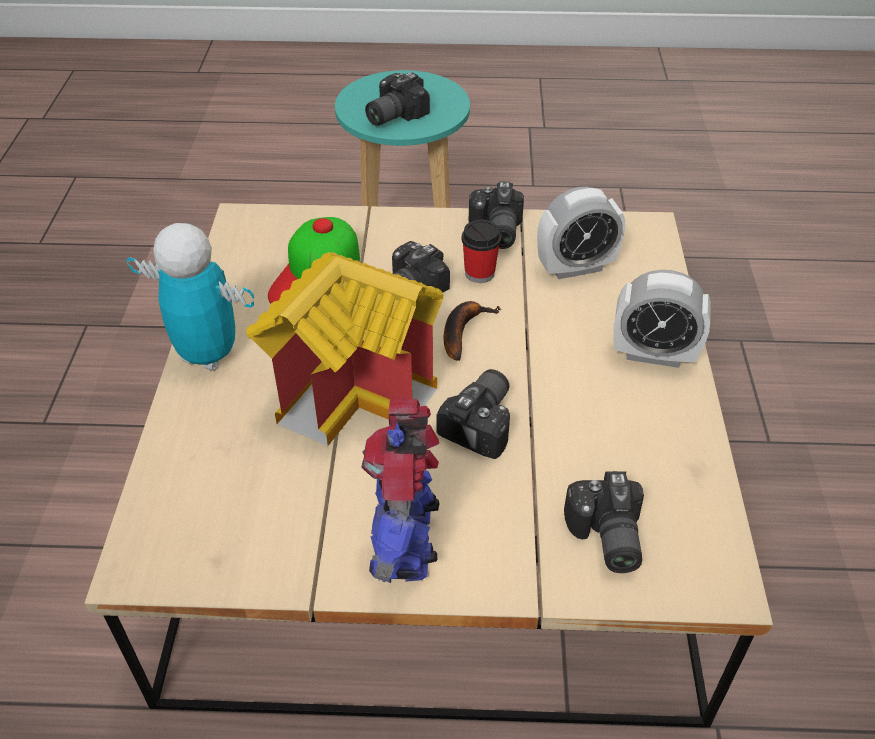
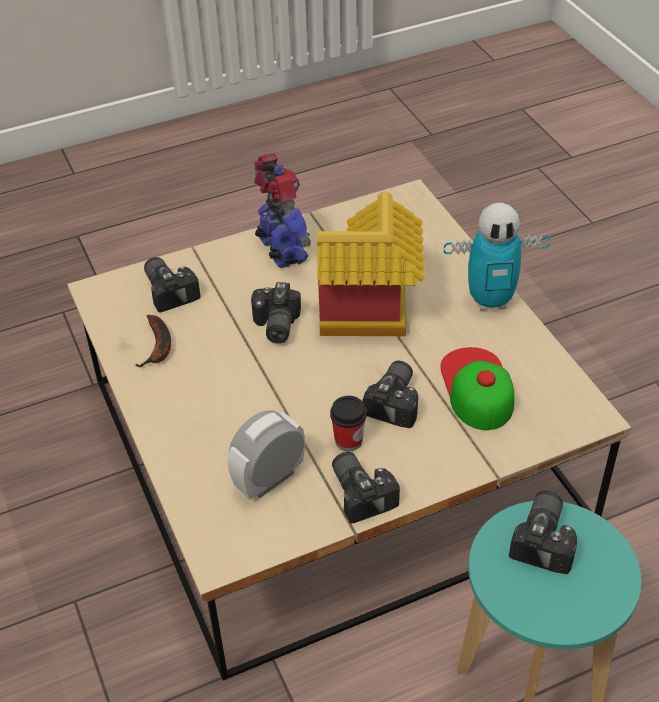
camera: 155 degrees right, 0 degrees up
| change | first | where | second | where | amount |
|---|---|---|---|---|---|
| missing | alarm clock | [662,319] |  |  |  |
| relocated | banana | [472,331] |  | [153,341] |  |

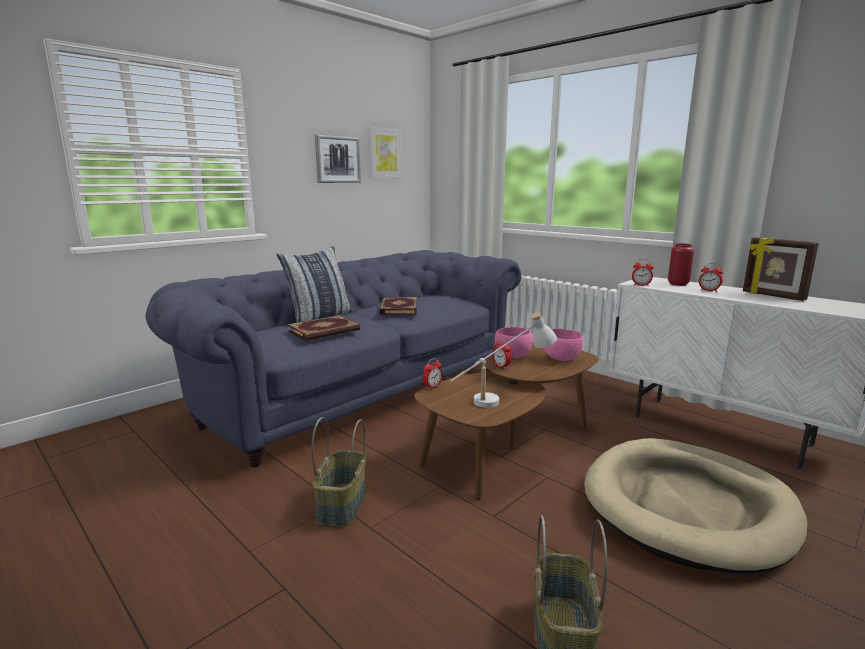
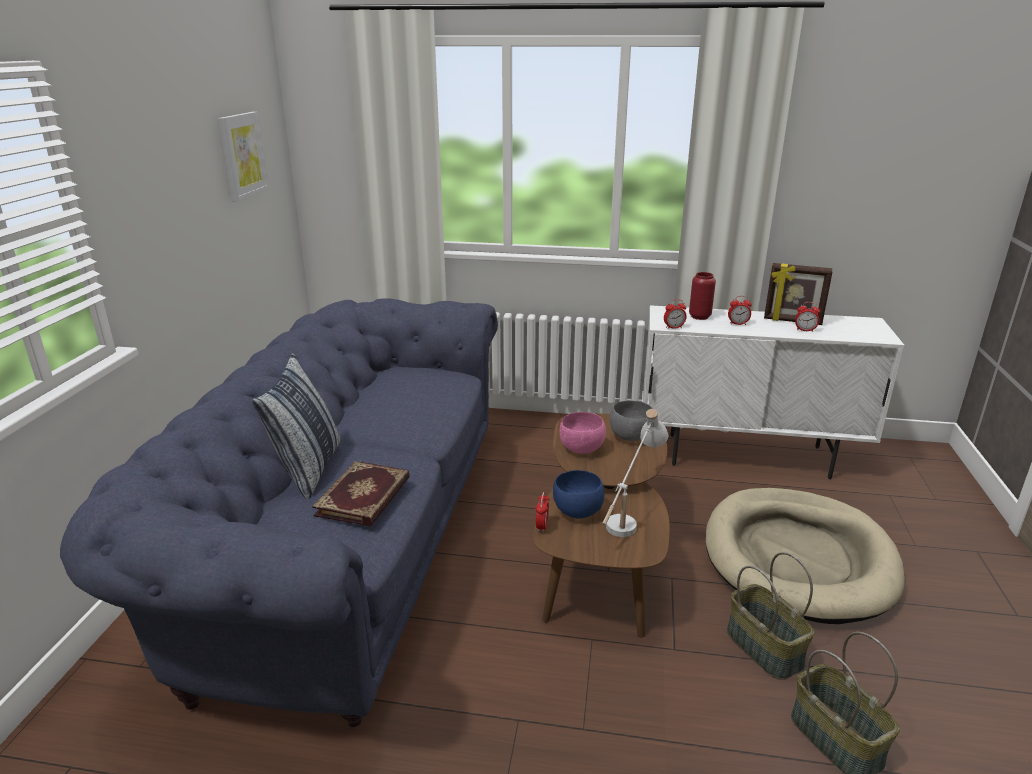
camera: 35 degrees left, 10 degrees up
| change | first | where | second | where | amount |
|---|---|---|---|---|---|
| missing | picture | [338,159] |  |  |  |
| missing | book | [398,306] |  |  |  |
| colour | pink bowl | [563,345] | grey bowl | [631,421] |  |
| relocated | alarm clock | [501,354] |  | [807,317] |  |
| relocated | basket | [339,472] |  | [770,616] |  |
| appeared |  |  | blue bowl | [579,494] |  |

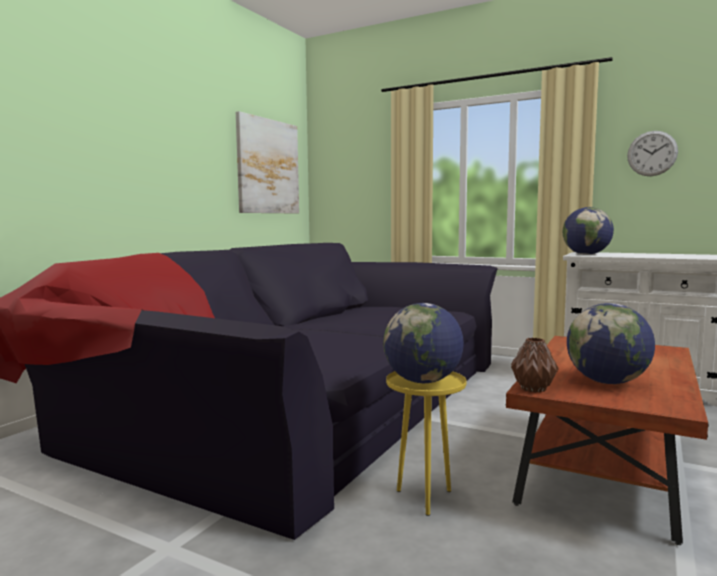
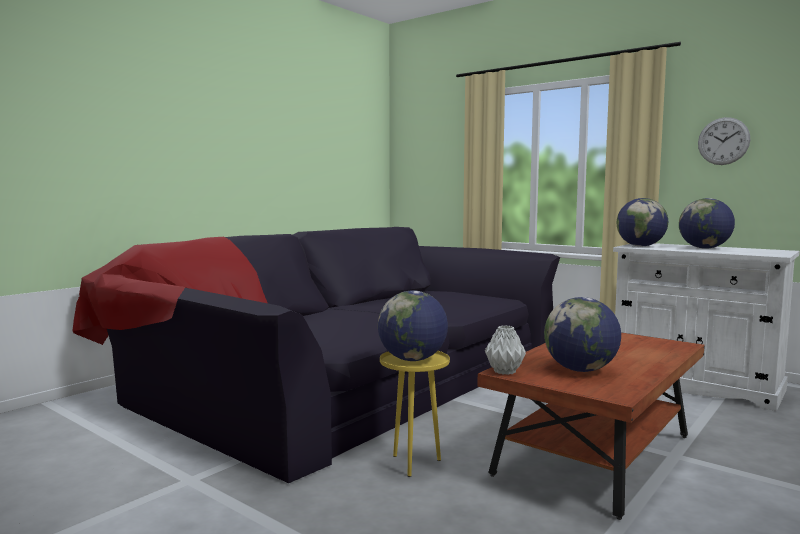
camera: 10 degrees right, 0 degrees up
| change | first | where | second | where | amount |
|---|---|---|---|---|---|
| missing | picture | [267,162] |  |  |  |
| colour | brown vase | [535,365] | grey vase | [505,350] |  |
| appeared |  |  | globe | [707,223] |  |

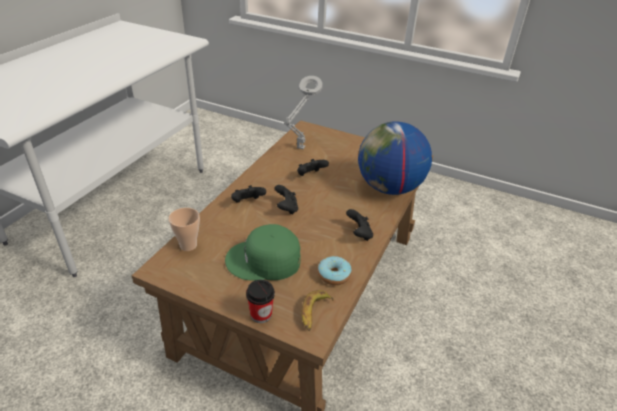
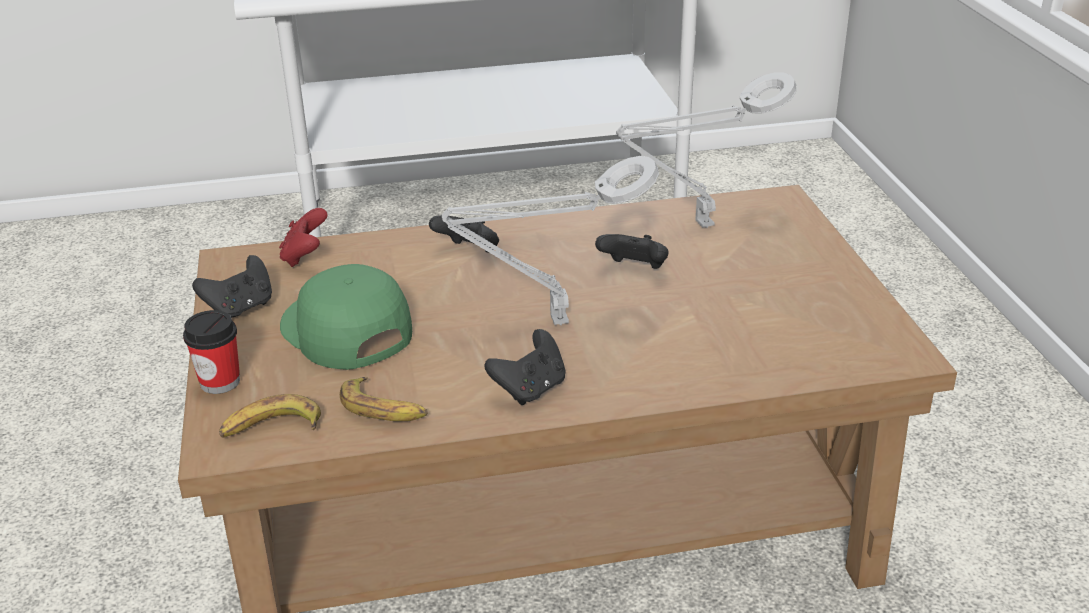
camera: 55 degrees right, 5 degrees down
| change | first | where | second | where | amount |
|---|---|---|---|---|---|
| missing | globe | [395,158] |  |  |  |
| relocated | black game controller | [286,200] |  | [232,286] |  |
| exchanged | cup | [184,229] | red game controller | [303,237] |  |
| exchanged | donut | [335,270] | banana | [384,399] |  |
| appeared |  |  | grey table lamp | [550,240] |  |

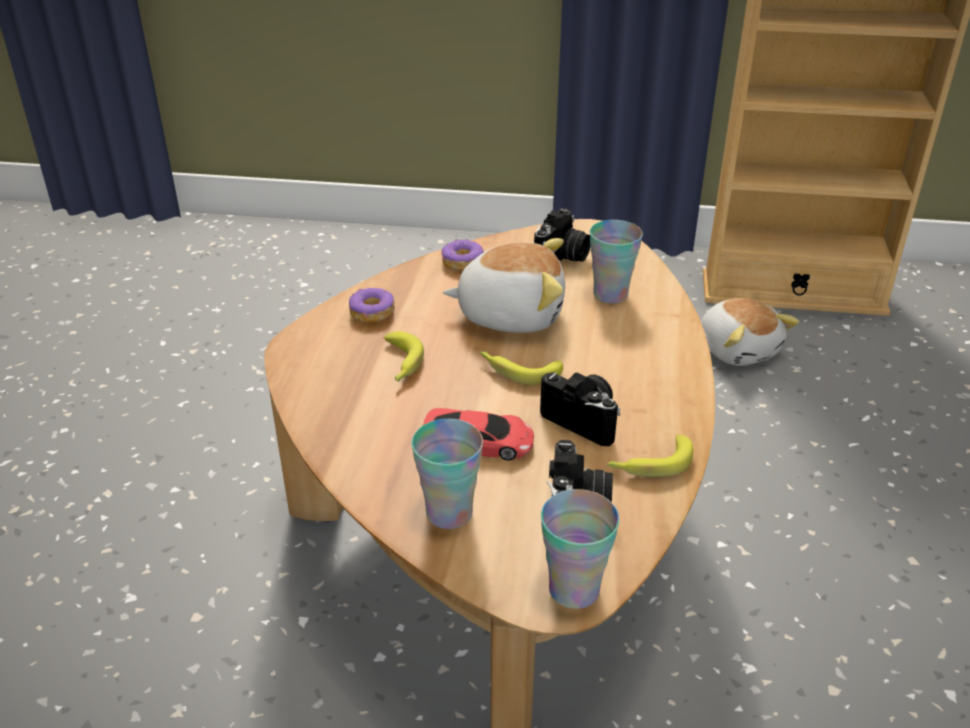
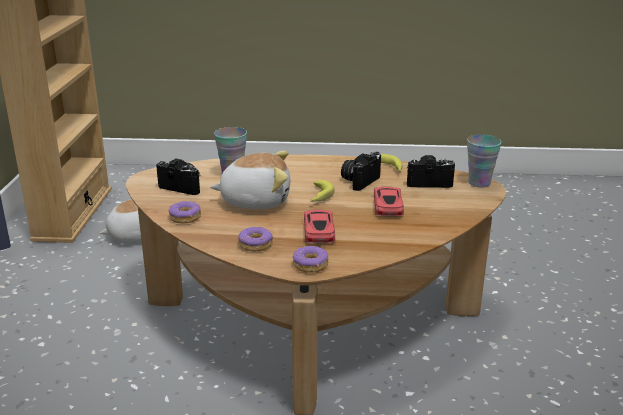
camera: 95 degrees left, 10 degrees down
| change | first | where | second | where | amount |
|---|---|---|---|---|---|
| spun | plush toy | [504,285] |  | [250,180] | 90 degrees clockwise |
| exchanged | banana | [404,356] | red toy car | [319,226] |  |
| missing | cup | [447,474] |  |  |  |
| appeared |  |  | donut | [310,259] |  |

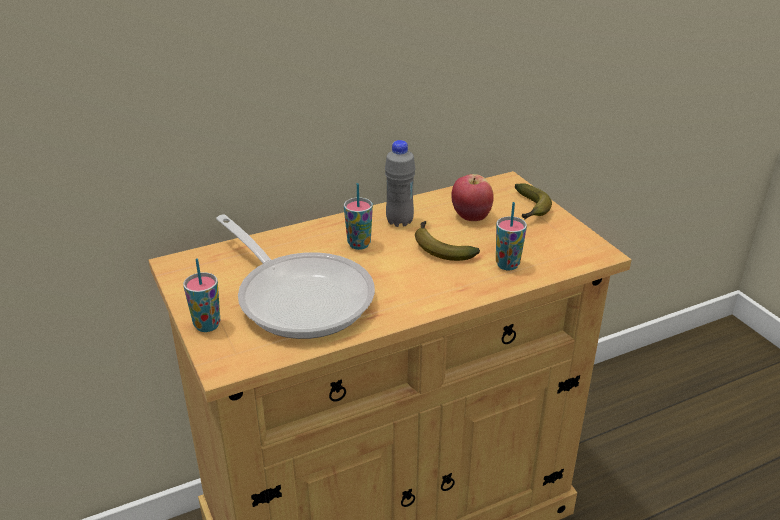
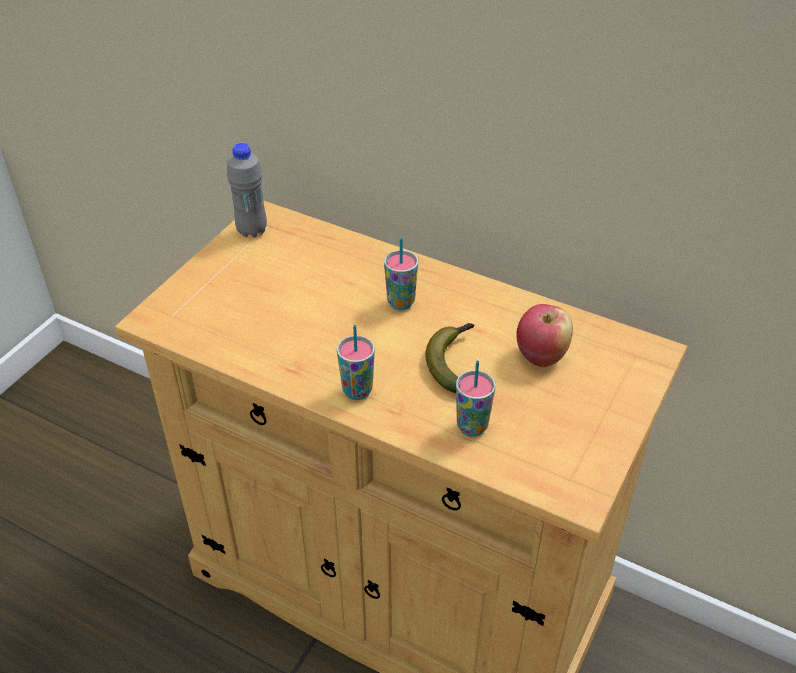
camera: 55 degrees right, 10 degrees up
| change | first | where | second | where | amount |
|---|---|---|---|---|---|
| relocated | grey bottle | [400,183] |  | [247,190] |  |
| missing | banana | [533,201] |  |  |  |
| missing | frying pan | [295,276] |  |  |  |
| relocated | cup | [202,295] |  | [356,362] |  |

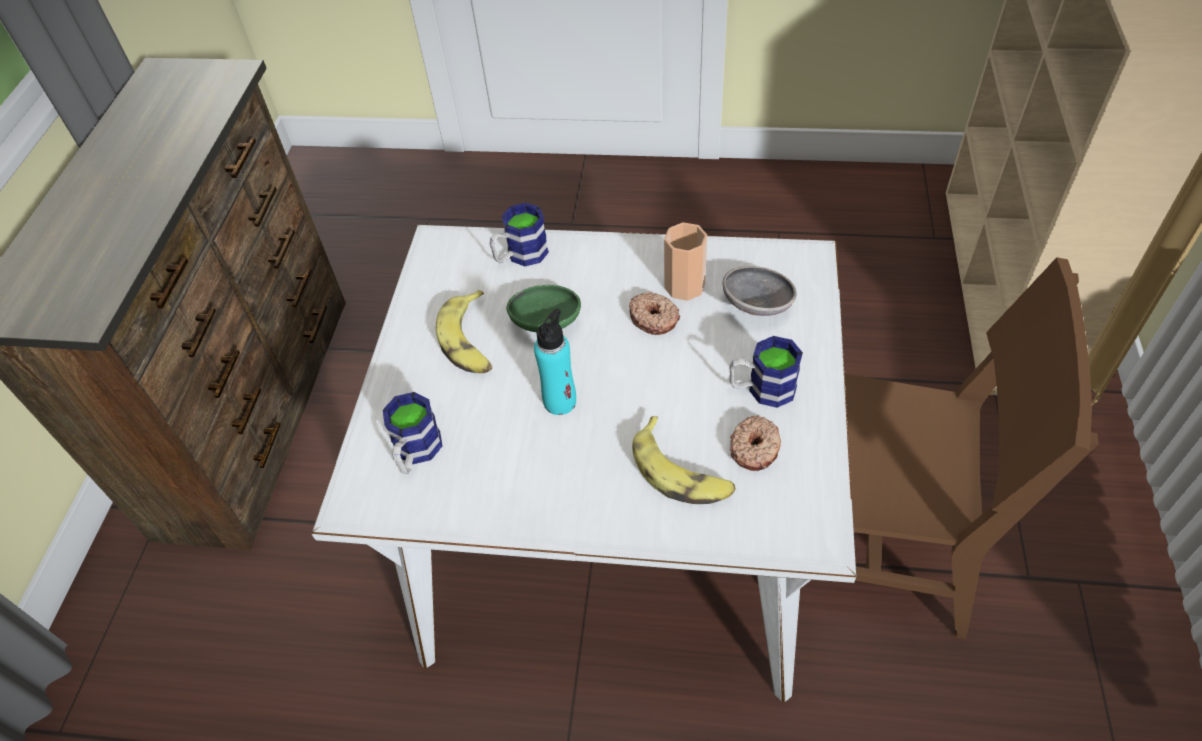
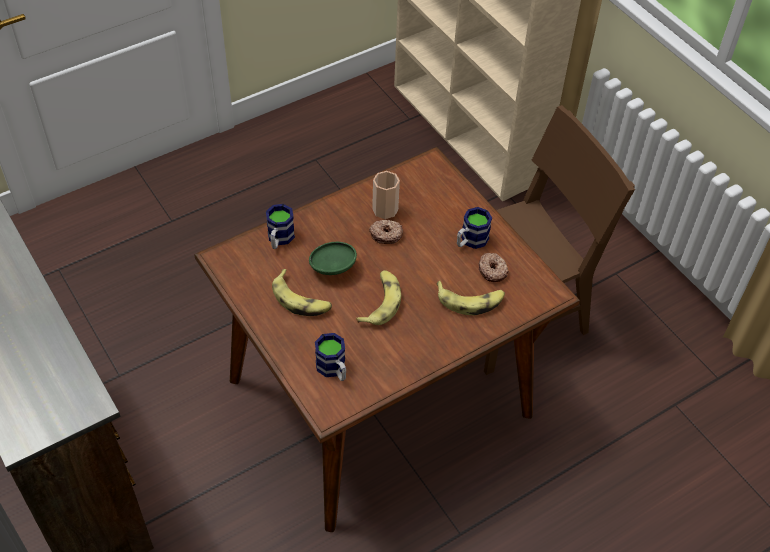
camera: 45 degrees left, 0 degrees up
| change | first | where | second | where | amount |
|---|---|---|---|---|---|
| colour | white dining table | [584,463] | brown dining table | [387,339] |  |
| missing | grey bowl | [759,291] |  |  |  |
| exchanged | turquoise bottle | [555,362] | banana | [378,297] |  |

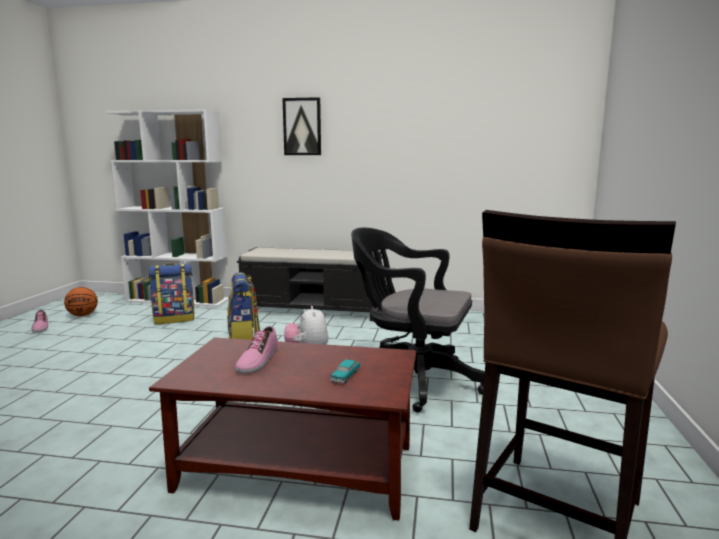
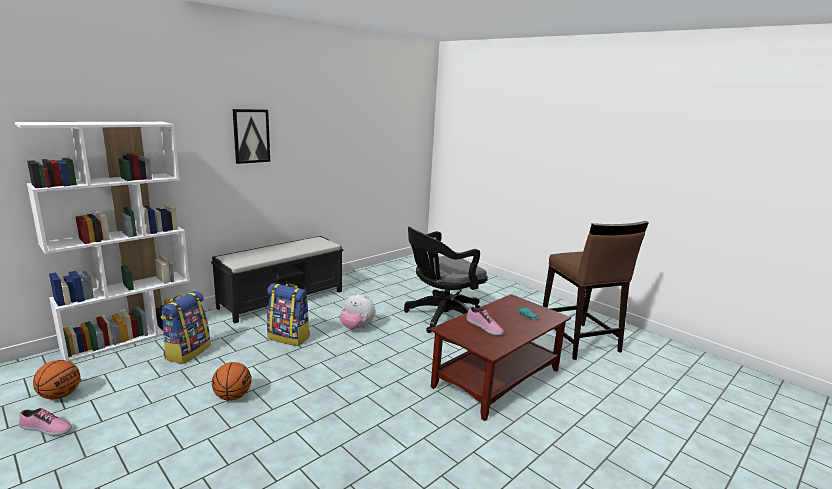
camera: 55 degrees left, 5 degrees up
| change | first | where | second | where | amount |
|---|---|---|---|---|---|
| appeared |  |  | basketball | [231,381] |  |

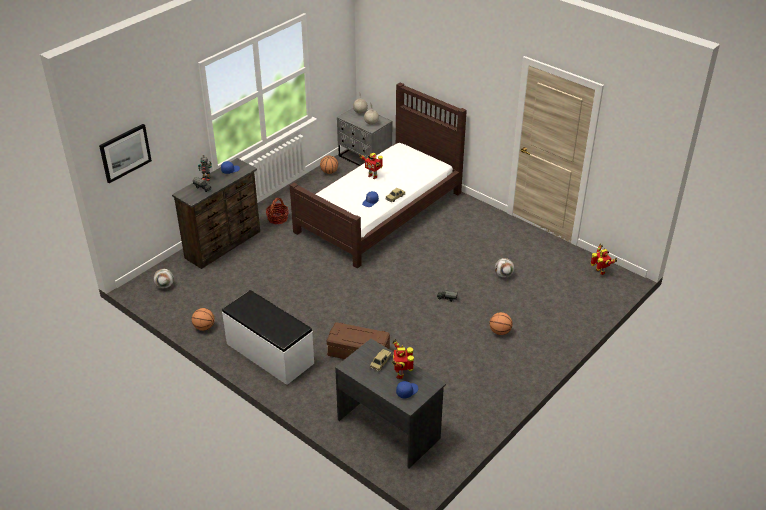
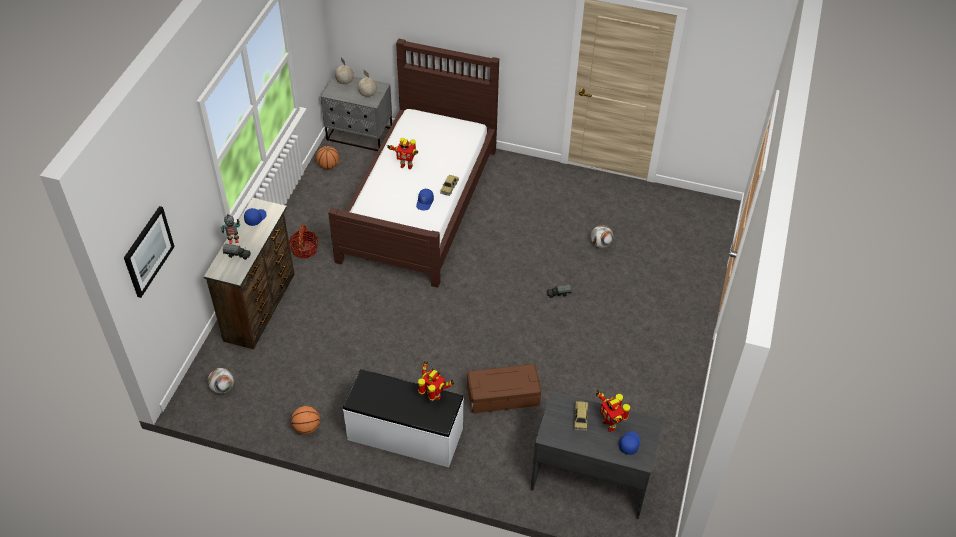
camera: 25 degrees left, 10 degrees up
| change | first | where | second | where | amount |
|---|---|---|---|---|---|
| relocated | toy robot | [604,259] |  | [436,381] |  |
| missing | basketball | [501,323] |  |  |  |

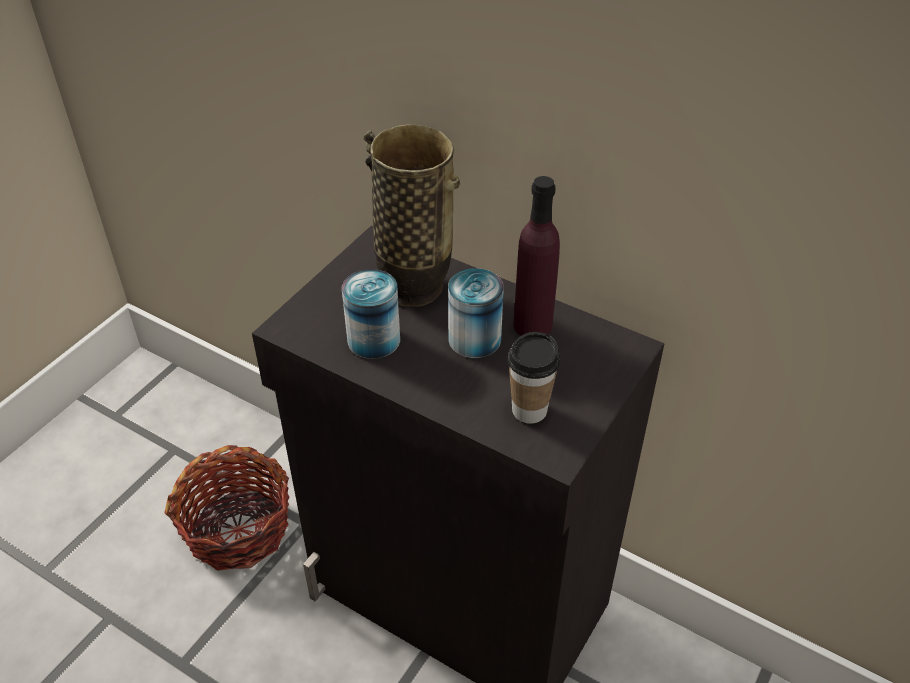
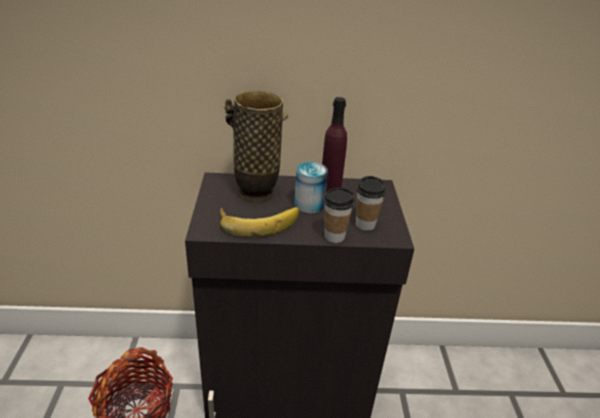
camera: 35 degrees left, 10 degrees down
| change | first | where | second | where | amount |
|---|---|---|---|---|---|
| exchanged | can | [371,314] | banana | [259,222] |  |
| appeared |  |  | cup | [339,215] |  |

